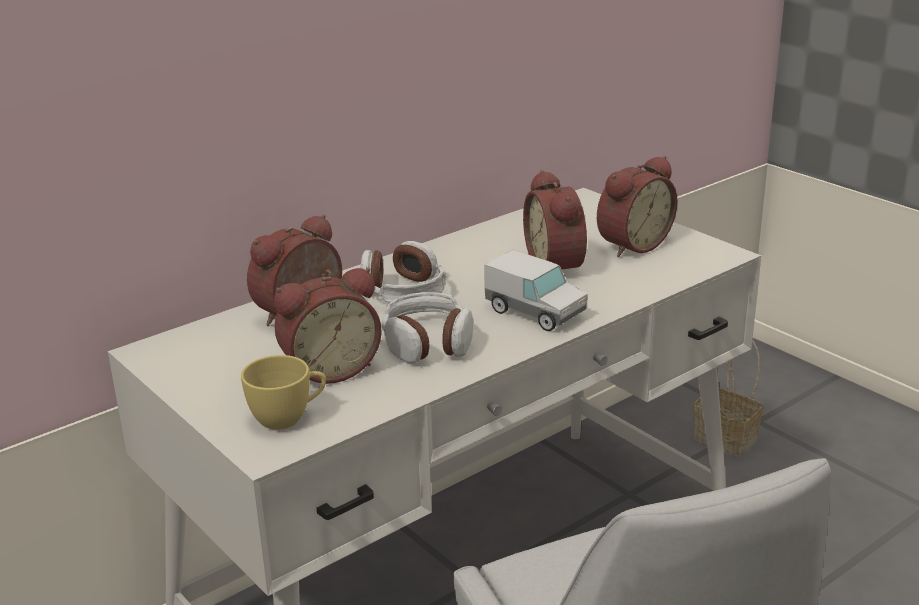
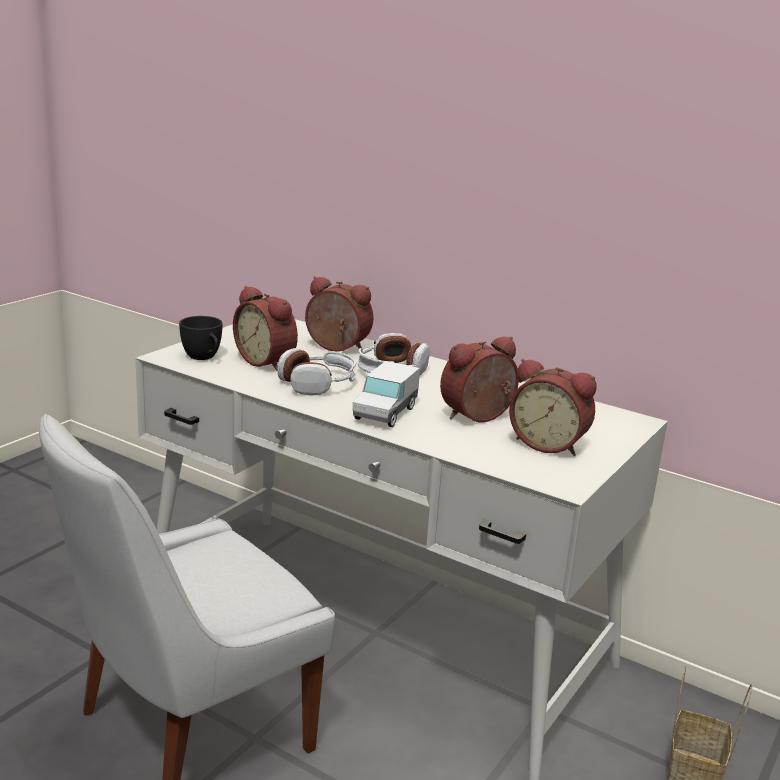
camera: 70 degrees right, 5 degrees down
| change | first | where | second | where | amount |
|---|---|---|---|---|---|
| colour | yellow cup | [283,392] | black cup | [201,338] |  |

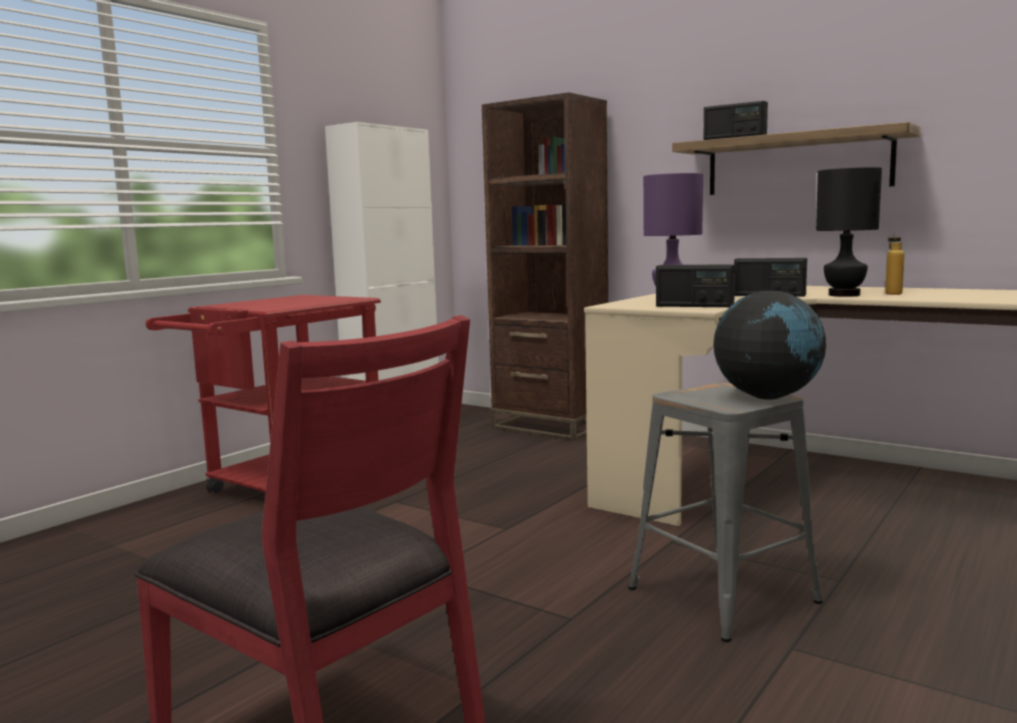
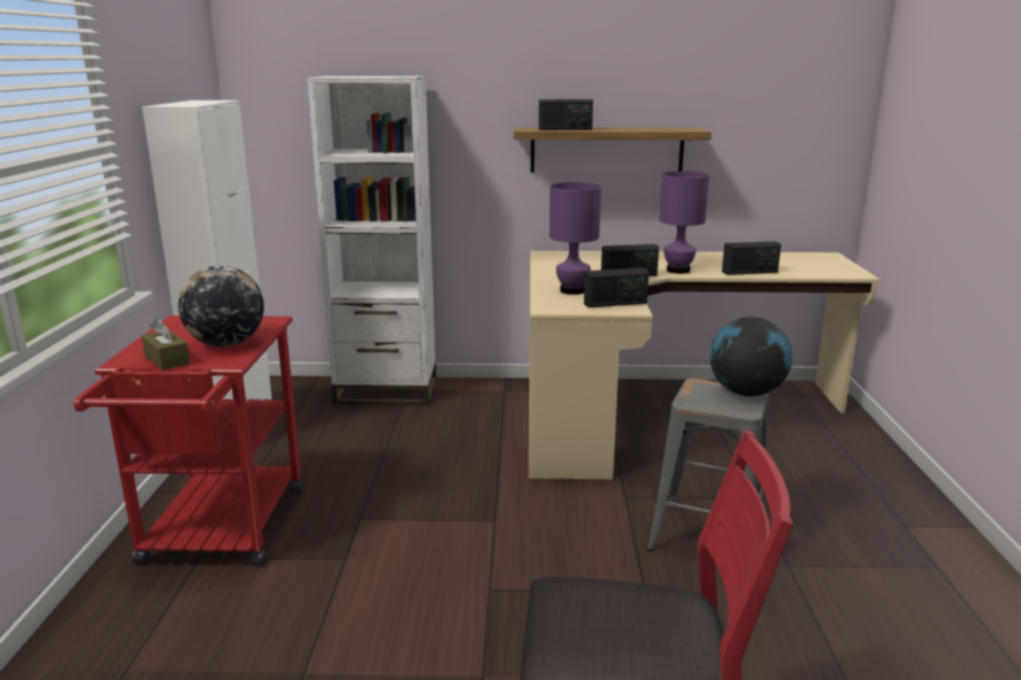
camera: 35 degrees left, 10 degrees up
| change | first | where | second | where | amount |
|---|---|---|---|---|---|
| colour | brown bookcase | [545,266] | white bookcase | [371,240] |  |
| colour | black table lamp | [849,232] | purple table lamp | [684,222] |  |
| missing | bottle | [894,262] |  |  |  |
| appeared |  |  | radio | [751,258] |  |
| appeared |  |  | globe | [221,306] |  |
| appeared |  |  | brown tissue box | [165,344] |  |

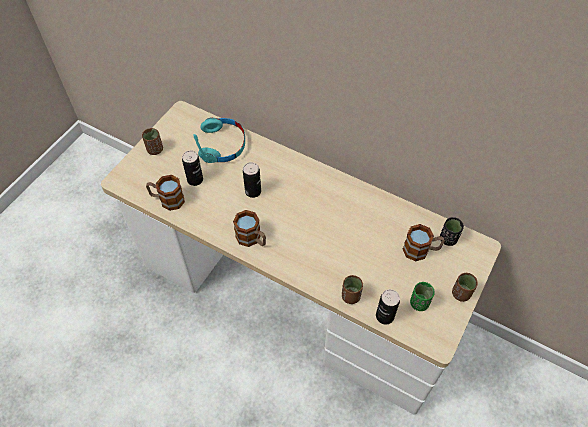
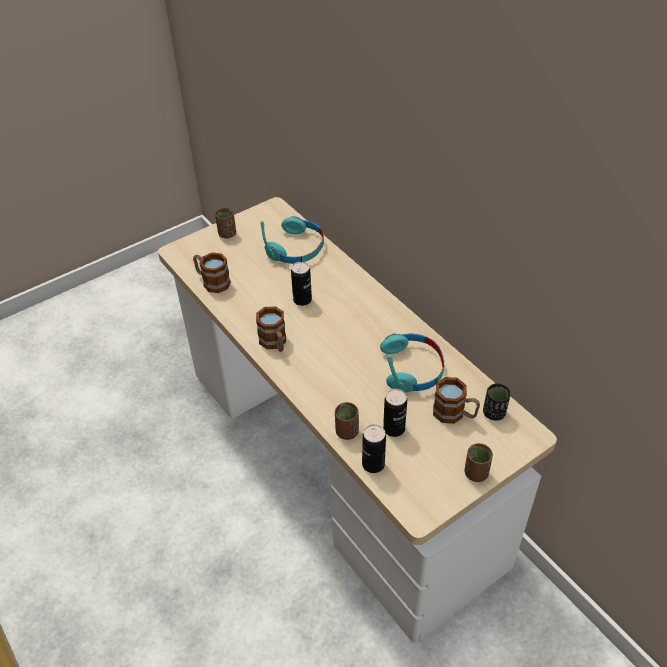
camera: 25 degrees right, 10 degrees down
| change | first | where | second | where | amount |
|---|---|---|---|---|---|
| relocated | can | [192,168] |  | [395,413] |  |
| missing | green cup | [422,296] |  |  |  |
| appeared |  |  | turquoise headphones | [412,363] |  |

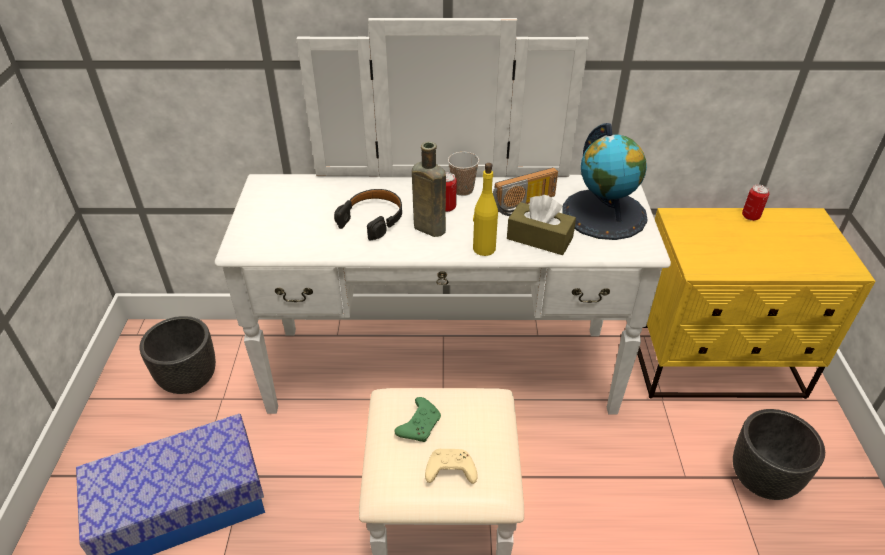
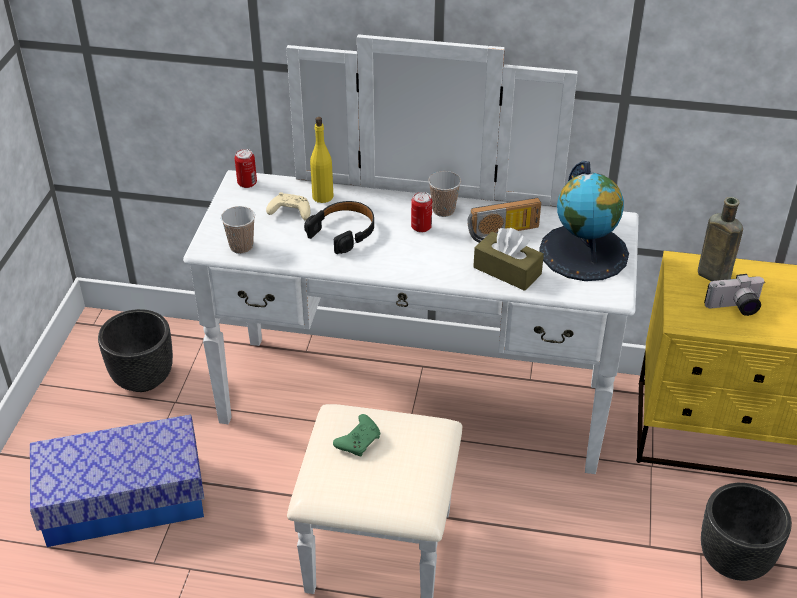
camera: 10 degrees right, 0 degrees up
| change | first | where | second | where | amount |
|---|---|---|---|---|---|
| relocated | brown bottle | [429,189] |  | [720,239] |  |
| relocated | yellow bottle | [485,209] |  | [322,160] |  |
| relocated | can | [755,203] |  | [246,168] |  |
| relocated | beige game controller | [451,466] |  | [288,206] |  |
| appeared |  |  | cup | [238,230] |  |
| appeared |  |  | photo camera | [734,295] |  |

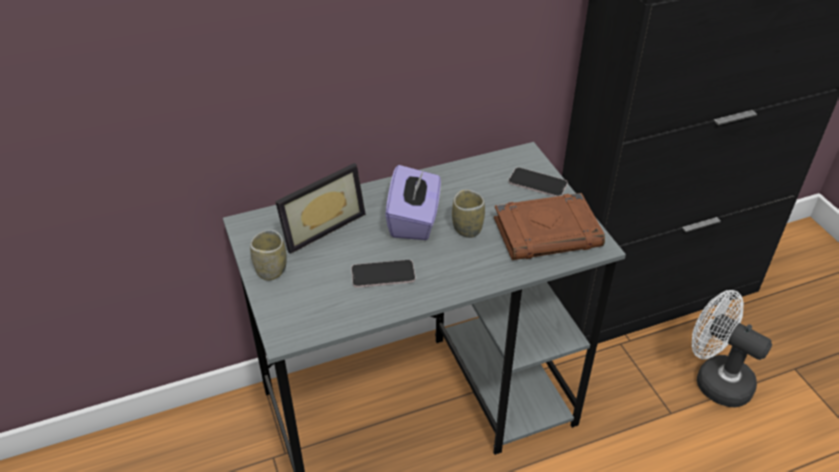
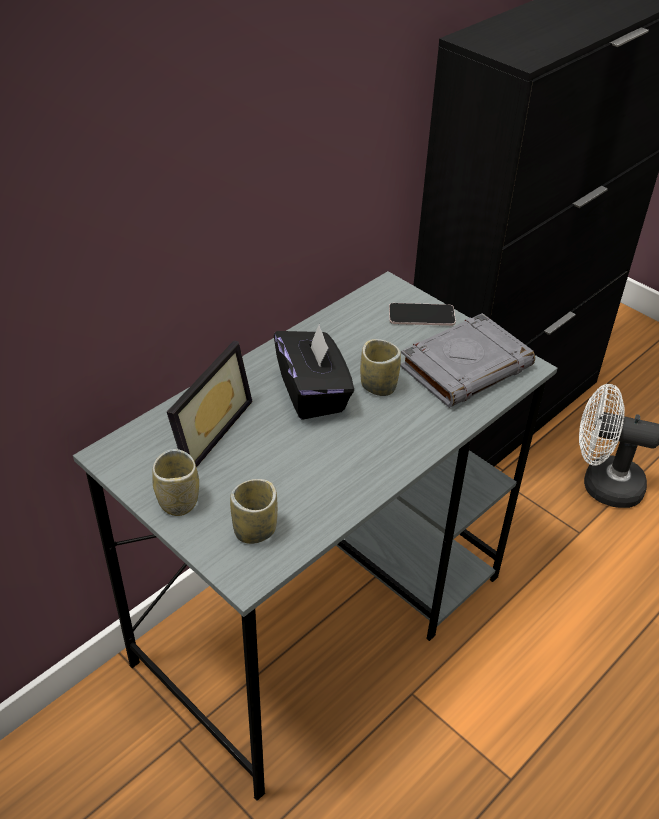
camera: 25 degrees left, 0 degrees up
| change | first | where | second | where | amount |
|---|---|---|---|---|---|
| colour | purple tissue box | [413,202] | black tissue box | [314,371] |  |
| colour | brown book | [549,226] | grey book | [467,360] |  |
| missing | phone | [383,274] |  |  |  |
| appeared |  |  | cup | [254,511] |  |

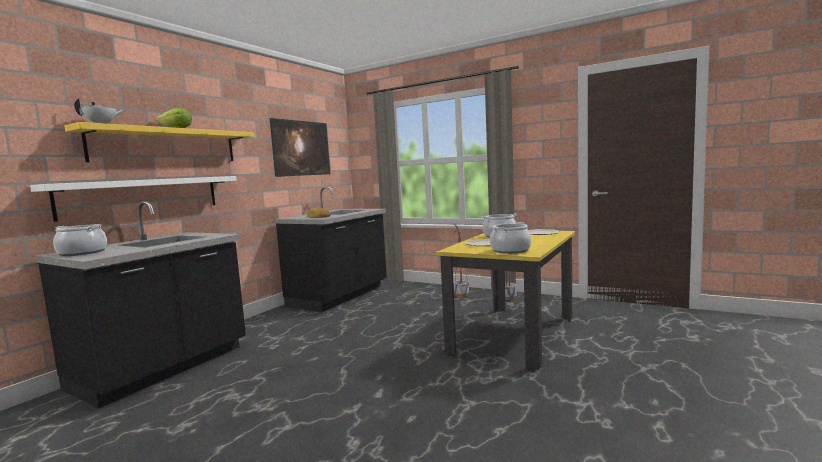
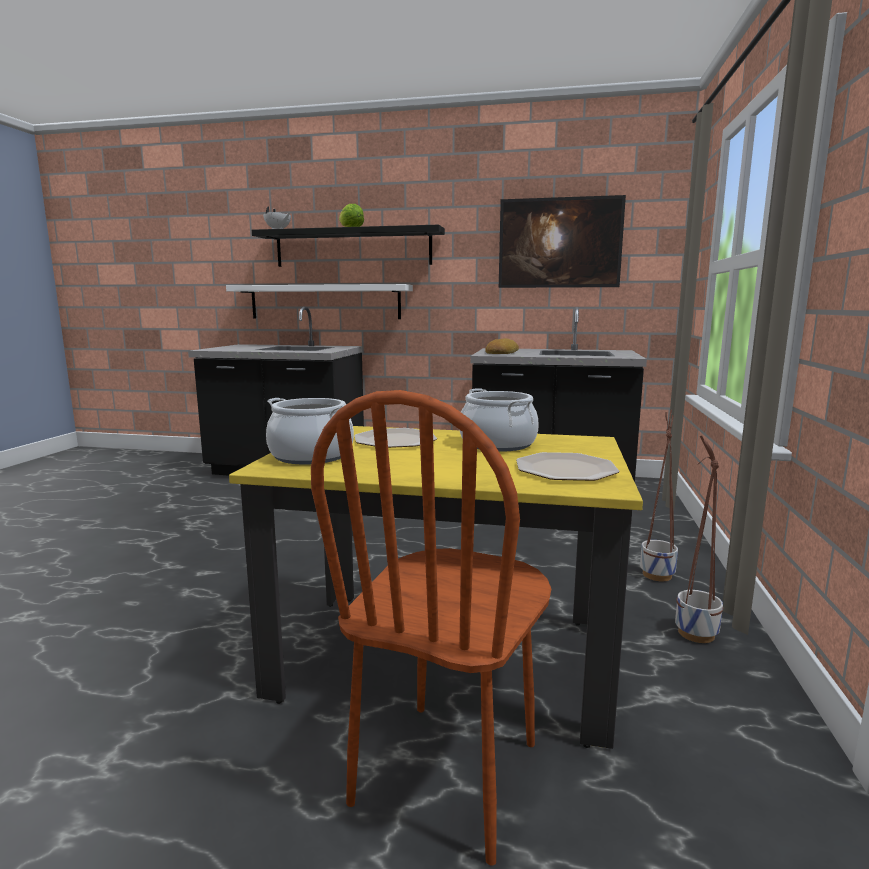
camera: 70 degrees right, 5 degrees up
| change | first | where | second | where | amount |
|---|---|---|---|---|---|
| colour | yellow shelf | [159,142] | black shelf | [348,246] |  |
| missing | cooking pot | [80,240] |  |  |  |
| appeared |  |  | brown chair | [431,628] |  |

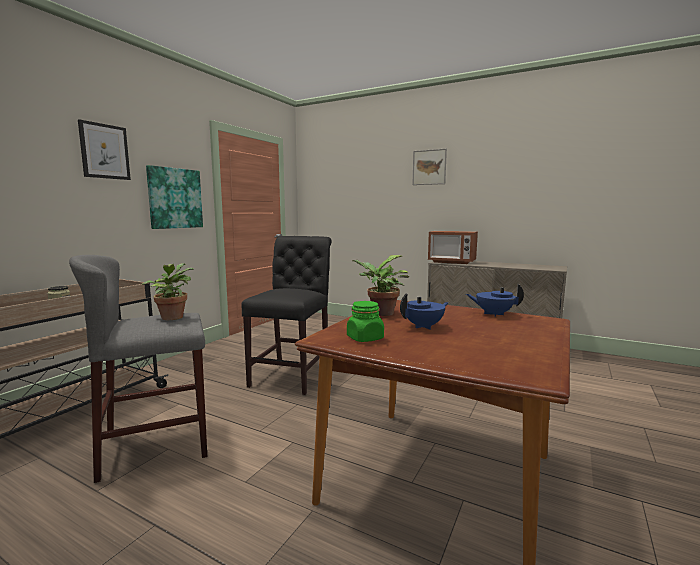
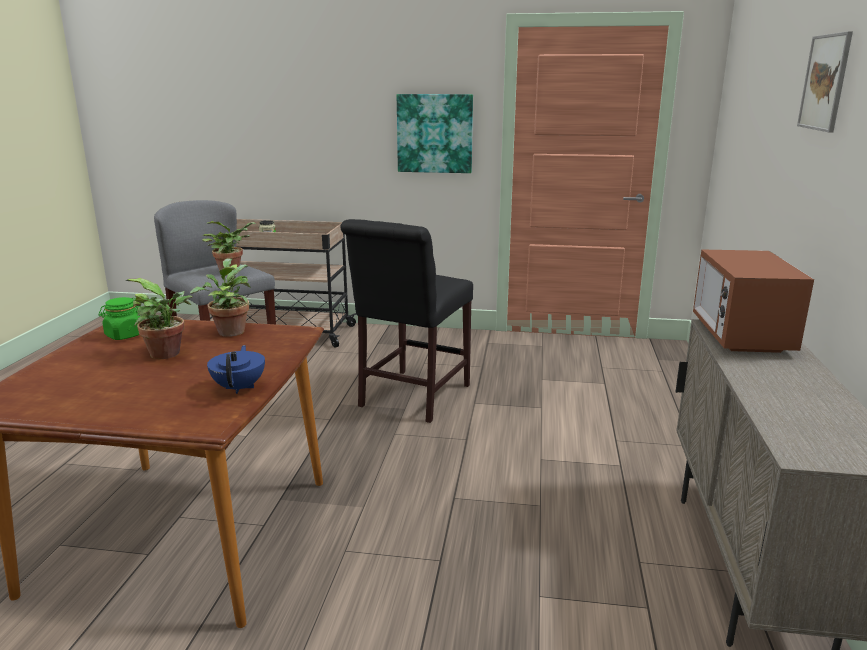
camera: 70 degrees right, 10 degrees up
| change | first | where | second | where | amount |
|---|---|---|---|---|---|
| missing | picture | [104,149] |  |  |  |
| spun | black chair | [286,315] |  | [406,321] | 120 degrees clockwise |
| exchanged | blue teapot | [424,311] | potted plant | [159,318] |  |

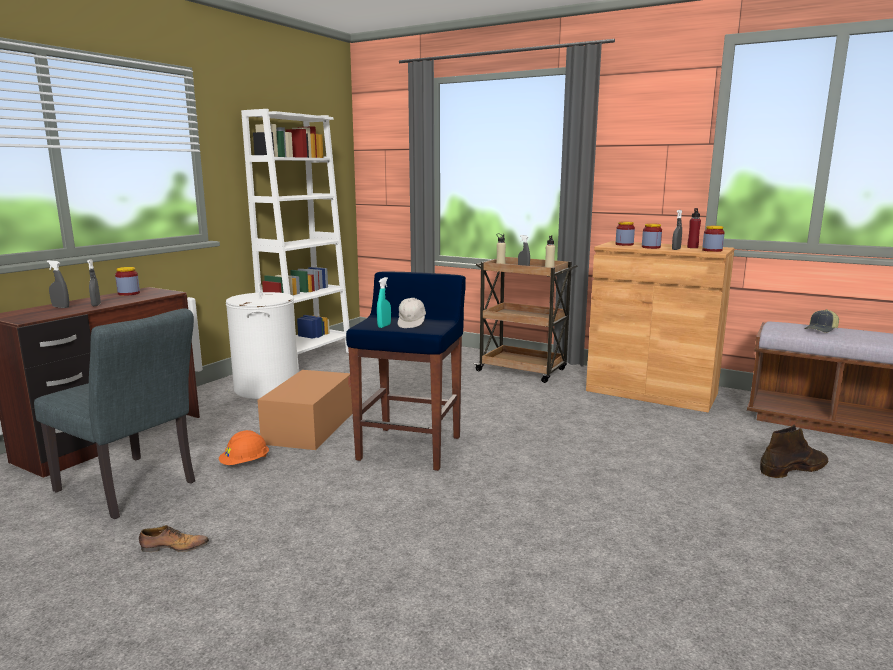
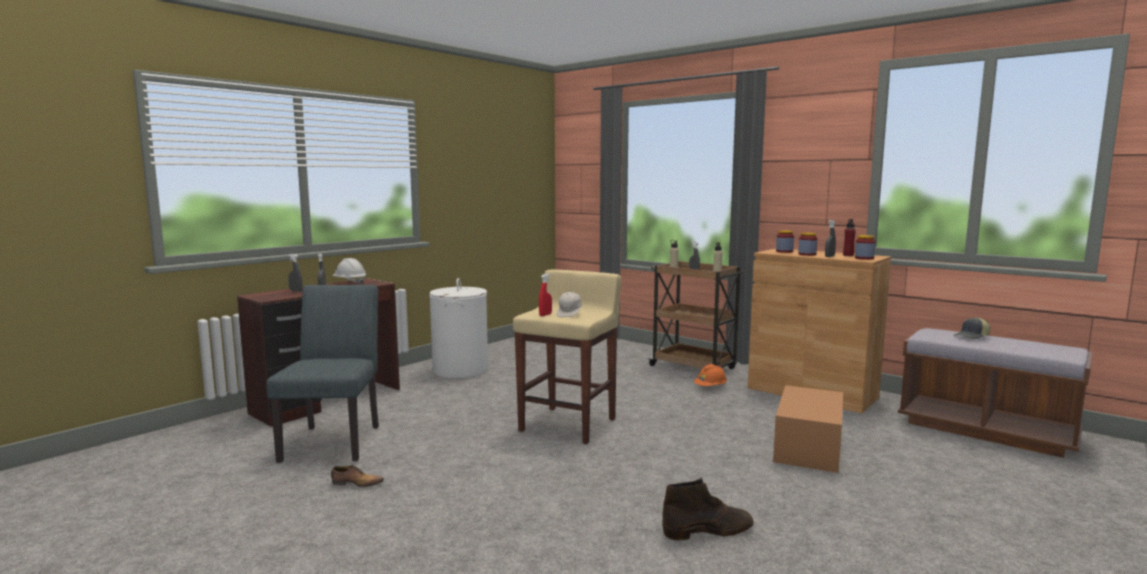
camera: 10 degrees right, 5 degrees down
| change | first | where | second | where | amount |
|---|---|---|---|---|---|
| missing | white bookcase | [295,240] |  |  |  |
| exchanged | jar | [127,281] | white hard hat | [349,271] |  |
| colour | blue stool | [406,371] | beige stool | [567,357] |  |
| colour | turquoise spray bottle | [384,302] | red spray bottle | [545,295] |  |
| spun | grey chair | [114,413] |  | [323,374] | 135 degrees counterclockwise |
| relocated | cardboard box | [305,410] |  | [808,429] |  |
| relocated | brown boot | [794,451] |  | [708,509] |  |
| relocated | orange hard hat | [244,447] |  | [710,375] |  |

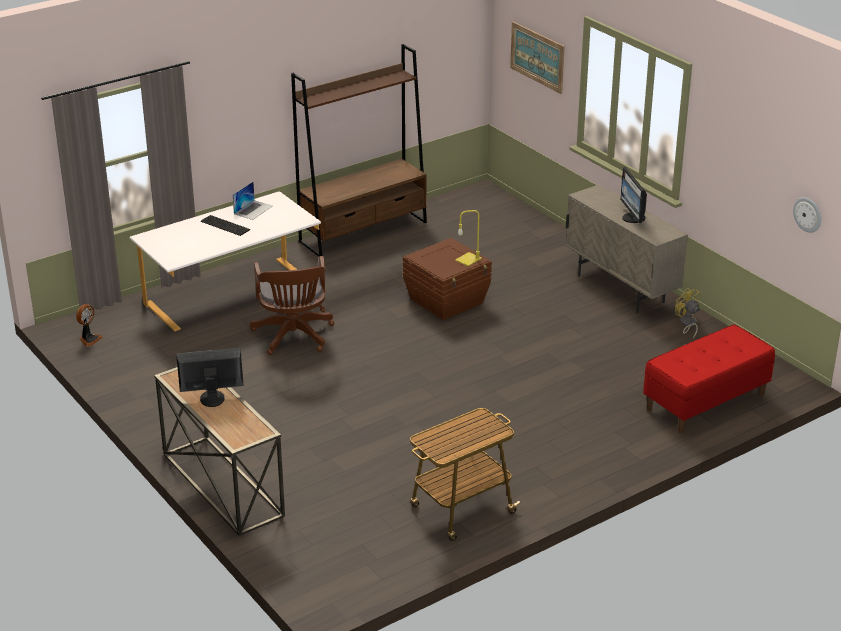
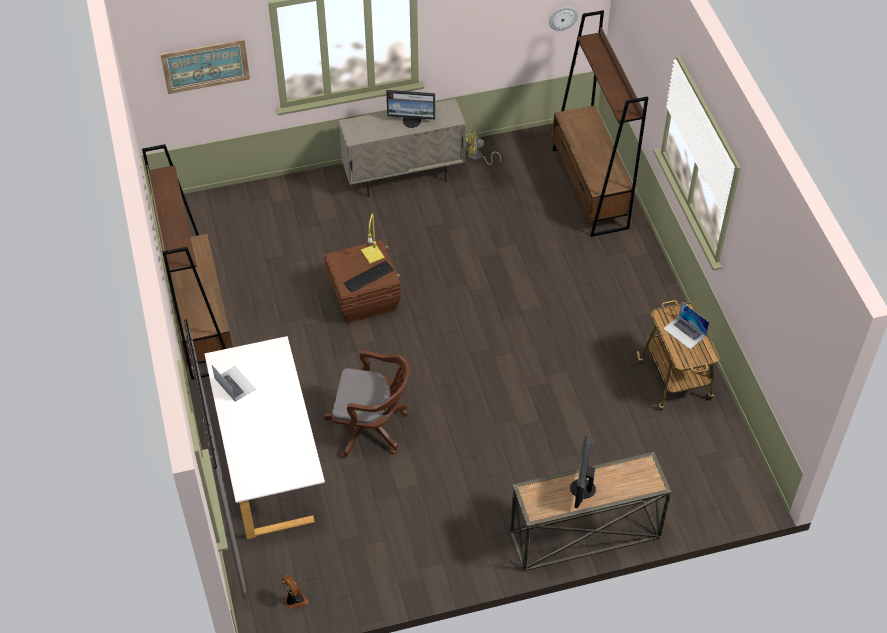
camera: 70 degrees left, 20 degrees up
| change | first | where | second | where | amount |
|---|---|---|---|---|---|
| relocated | keyboard | [226,225] |  | [368,277] |  |
| exchanged | red bench | [709,378] | brown bookcase | [600,123] |  |
| appeared |  |  | laptop | [686,325] |  |

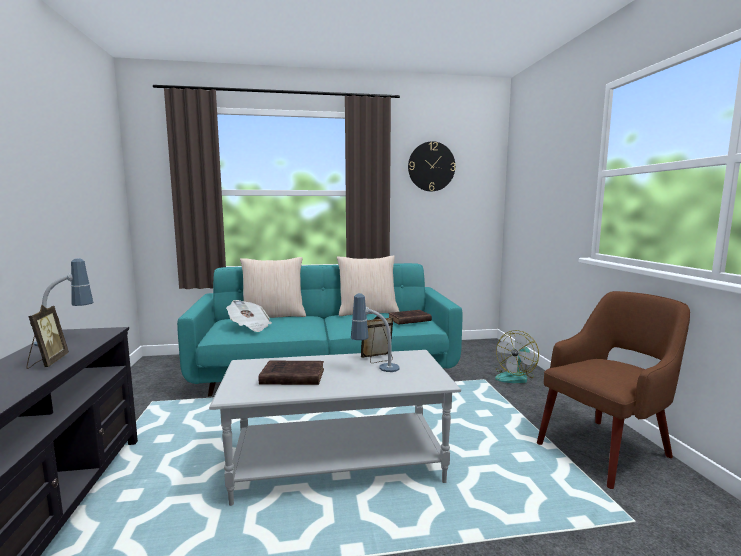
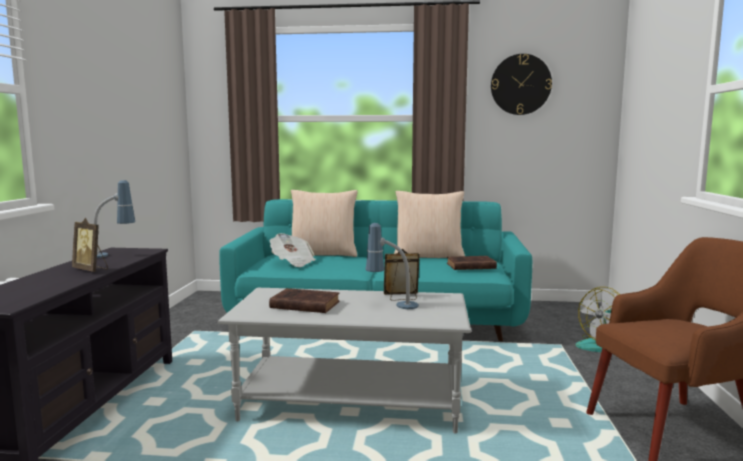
camera: 15 degrees right, 0 degrees up
| change | first | where | second | where | amount |
|---|---|---|---|---|---|
| spun | picture frame | [47,337] |  | [90,245] | 120 degrees clockwise |

